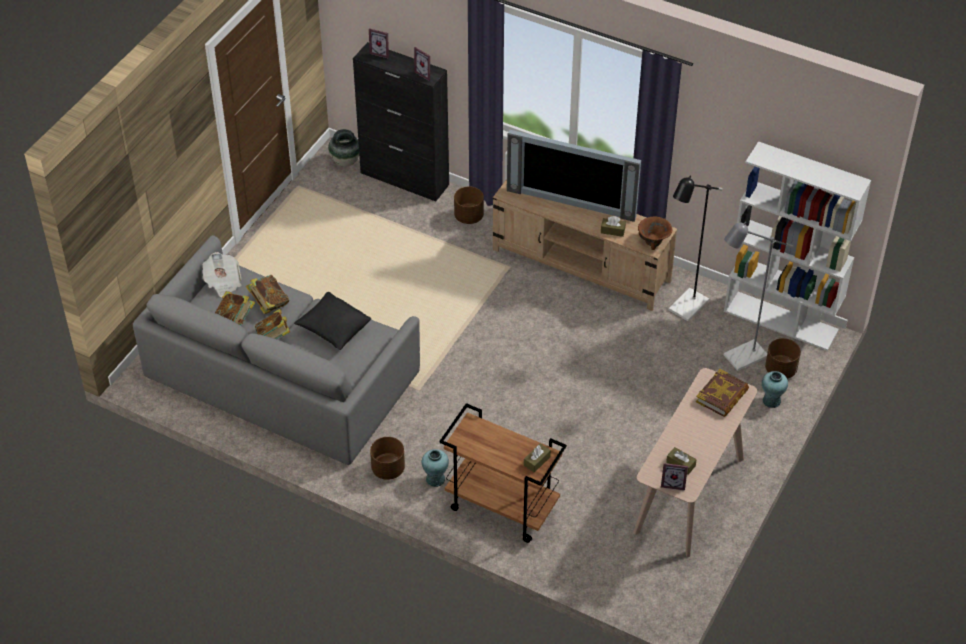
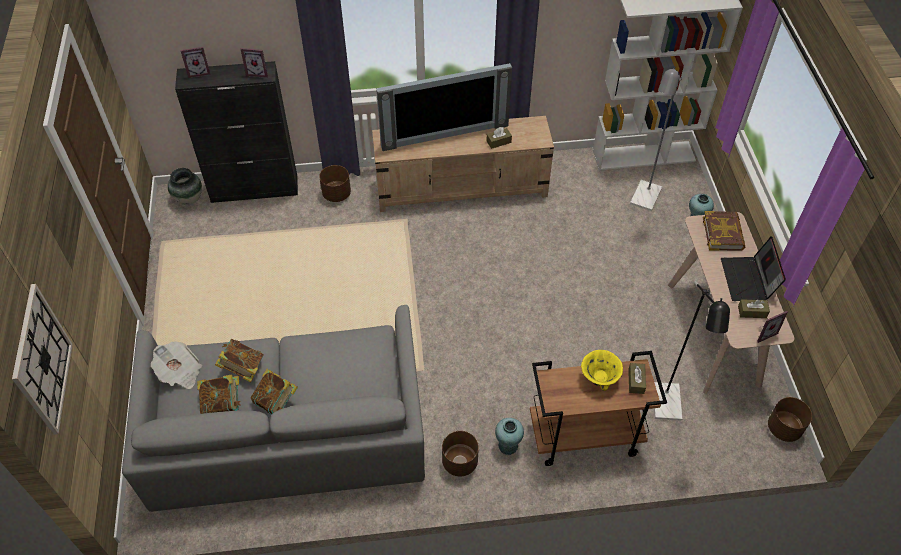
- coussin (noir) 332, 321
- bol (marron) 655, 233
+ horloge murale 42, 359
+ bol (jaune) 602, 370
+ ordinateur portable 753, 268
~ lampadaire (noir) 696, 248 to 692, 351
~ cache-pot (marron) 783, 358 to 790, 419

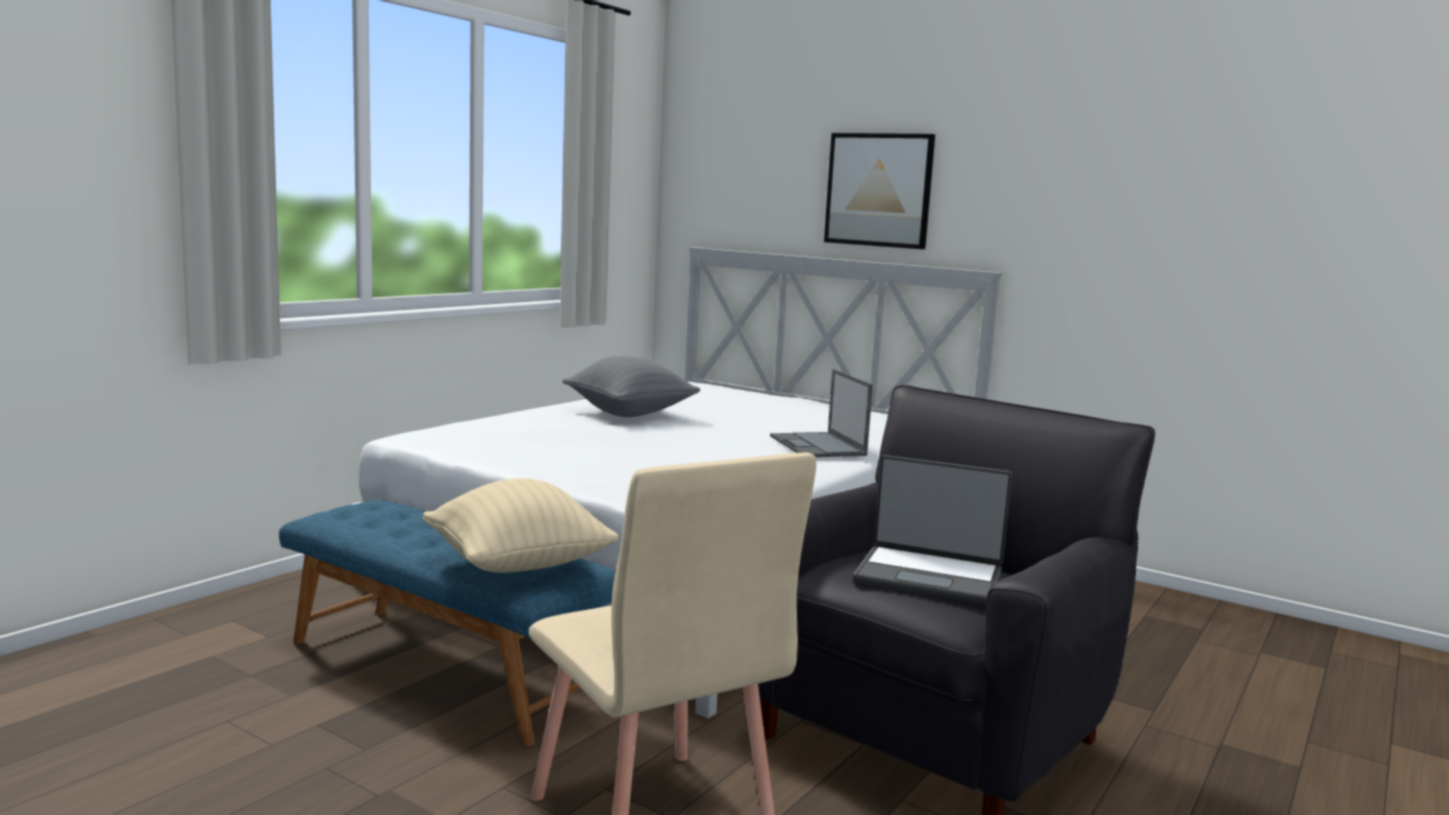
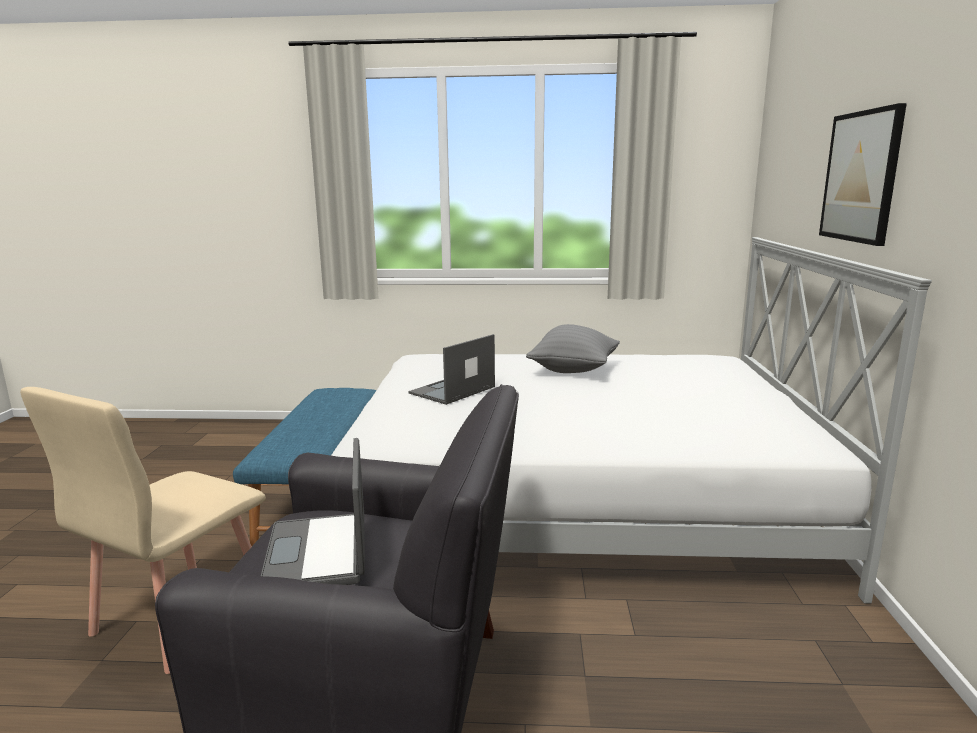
- coussin (beige) 520, 525
~ ordinateur portable 821, 413 to 451, 369

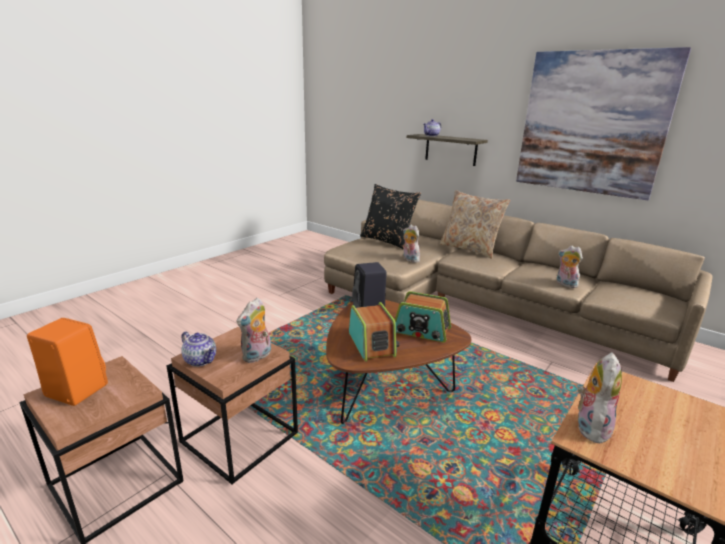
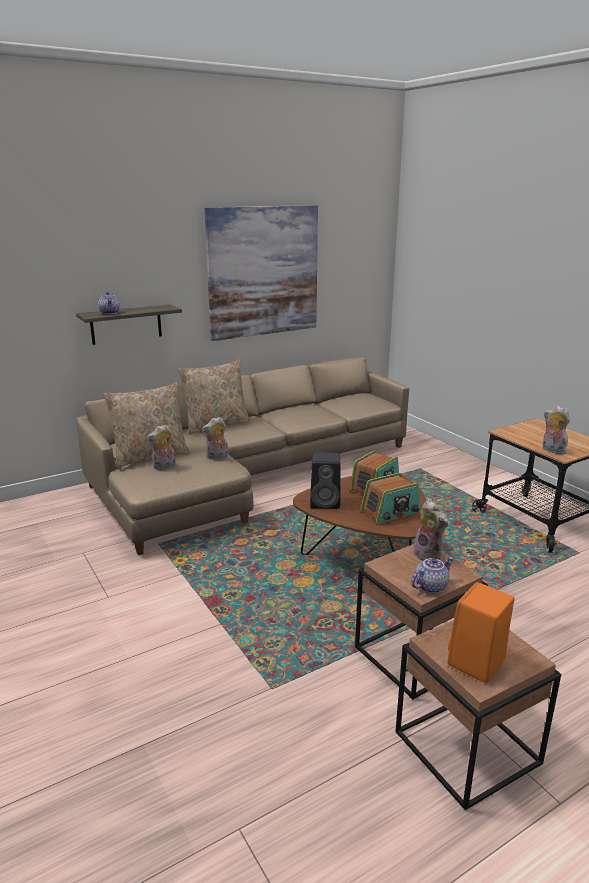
~ peluche 570, 267 to 161, 447
~ coussin (noir) 390, 217 to coussin (beige) 146, 425
~ radio 374, 332 = 390, 498 150 degrees clockwise

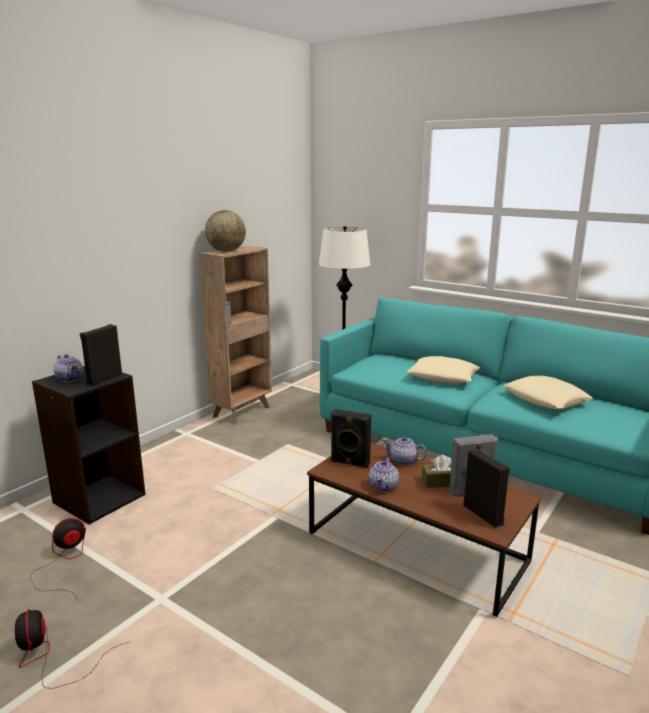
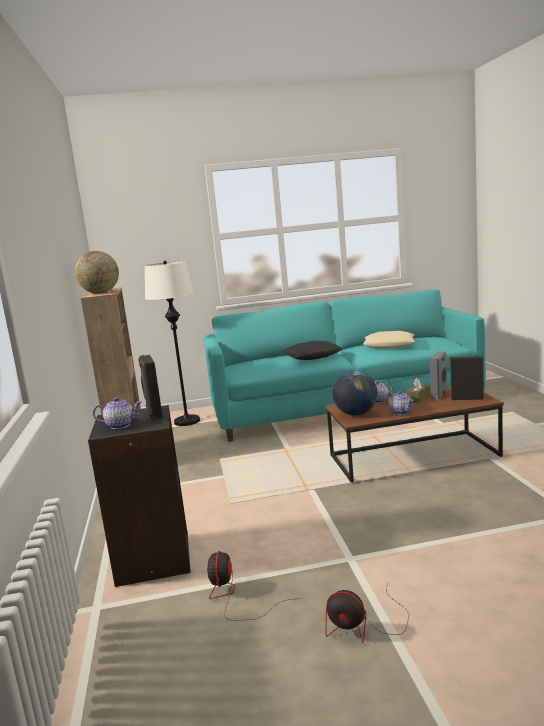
~ enceinte (noir) 351, 438 to globe 355, 393
~ coussin (beige) 443, 370 to coussin (noir) 312, 350

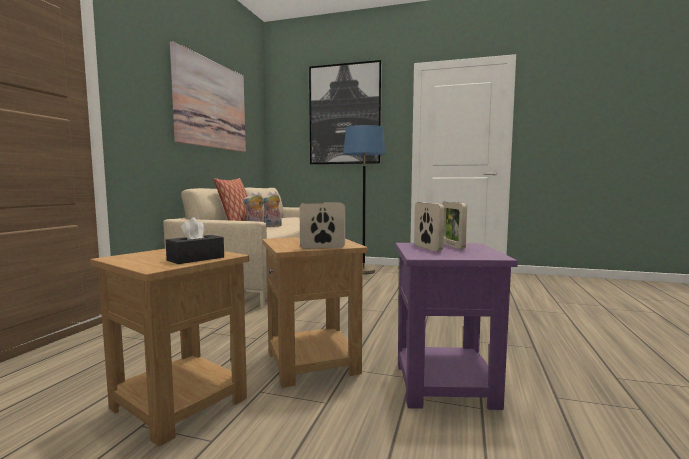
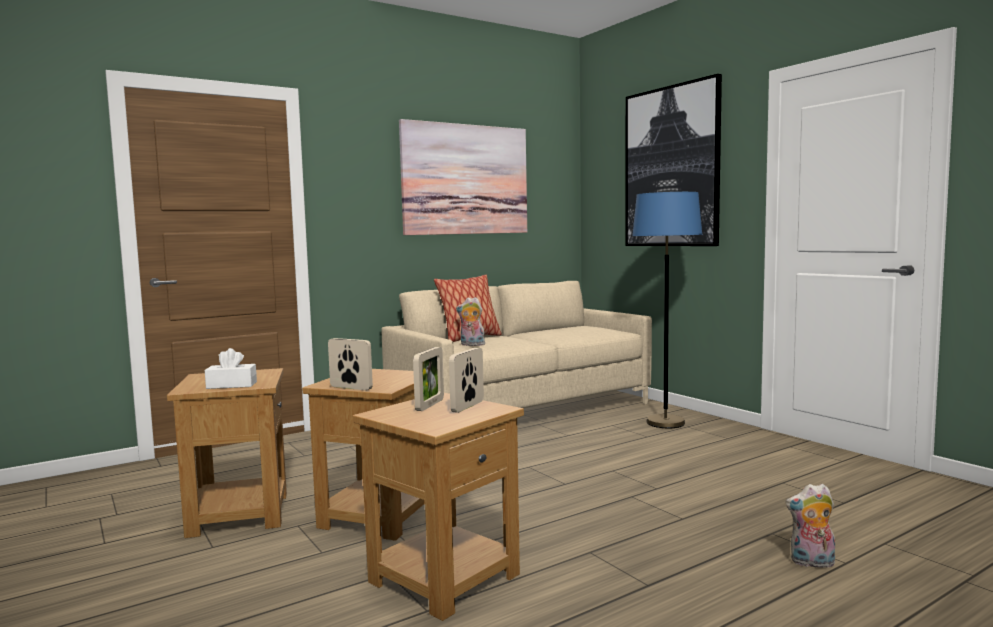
~ peluche 272, 209 to 810, 526
~ boîte à mouchoirs (noir) 195, 240 to boîte à mouchoirs (blanc) 231, 368
~ table d'appoint (violet) 456, 326 to table d'appoint (marron) 438, 507

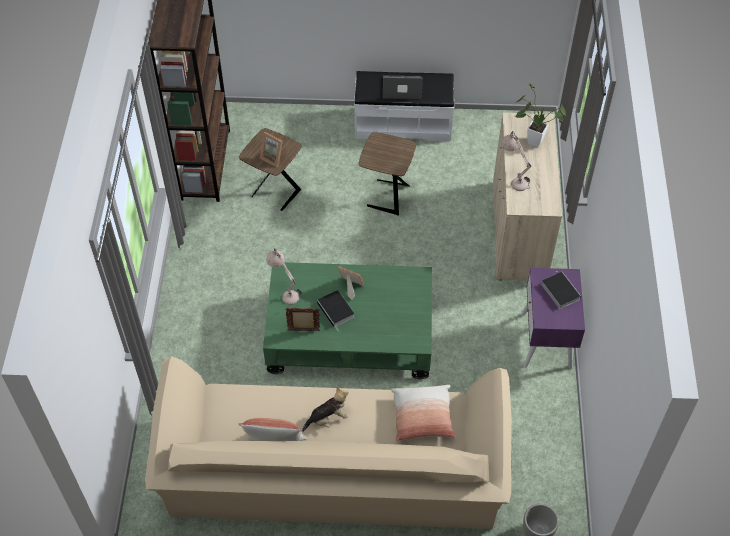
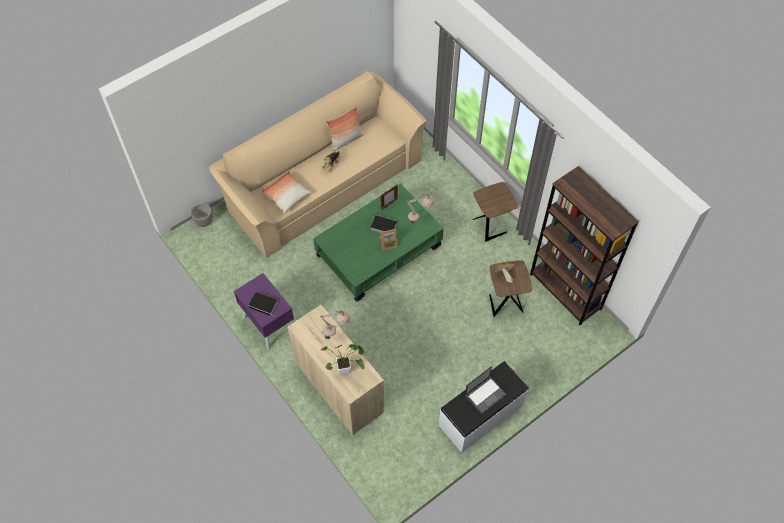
~ table d'appoint (marron) 387, 174 to 495, 212

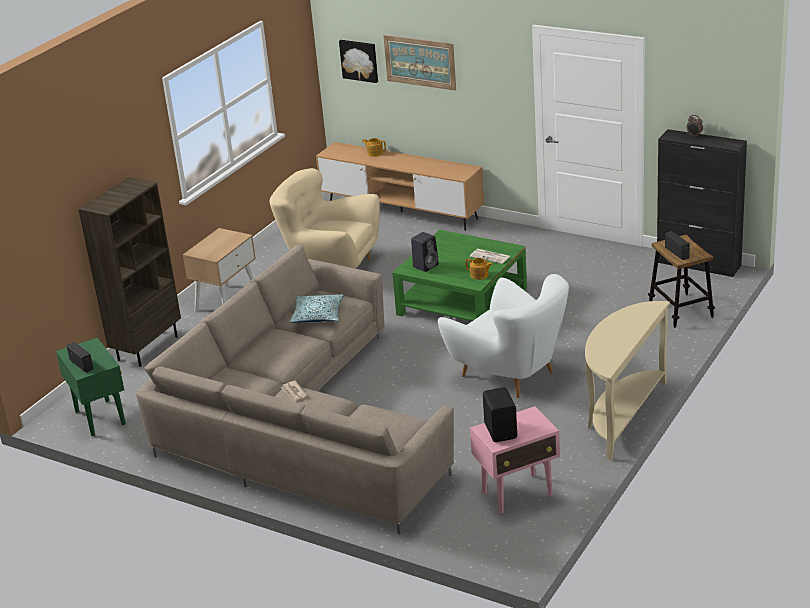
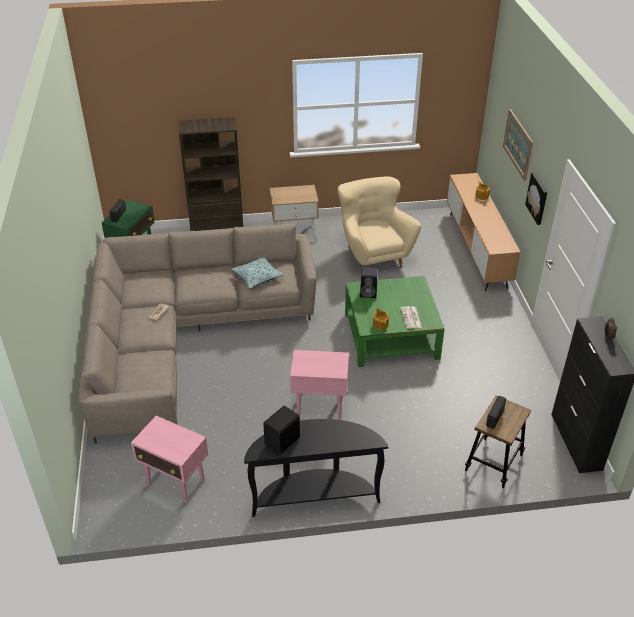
~ tableau 358, 61 to 536, 198
~ enceinte (noir) 500, 414 to 281, 430
~ fauteuil (blanc) 503, 336 to table d'appoint (rose) 319, 384
~ table console (beige) 627, 380 to table console (noir) 316, 468

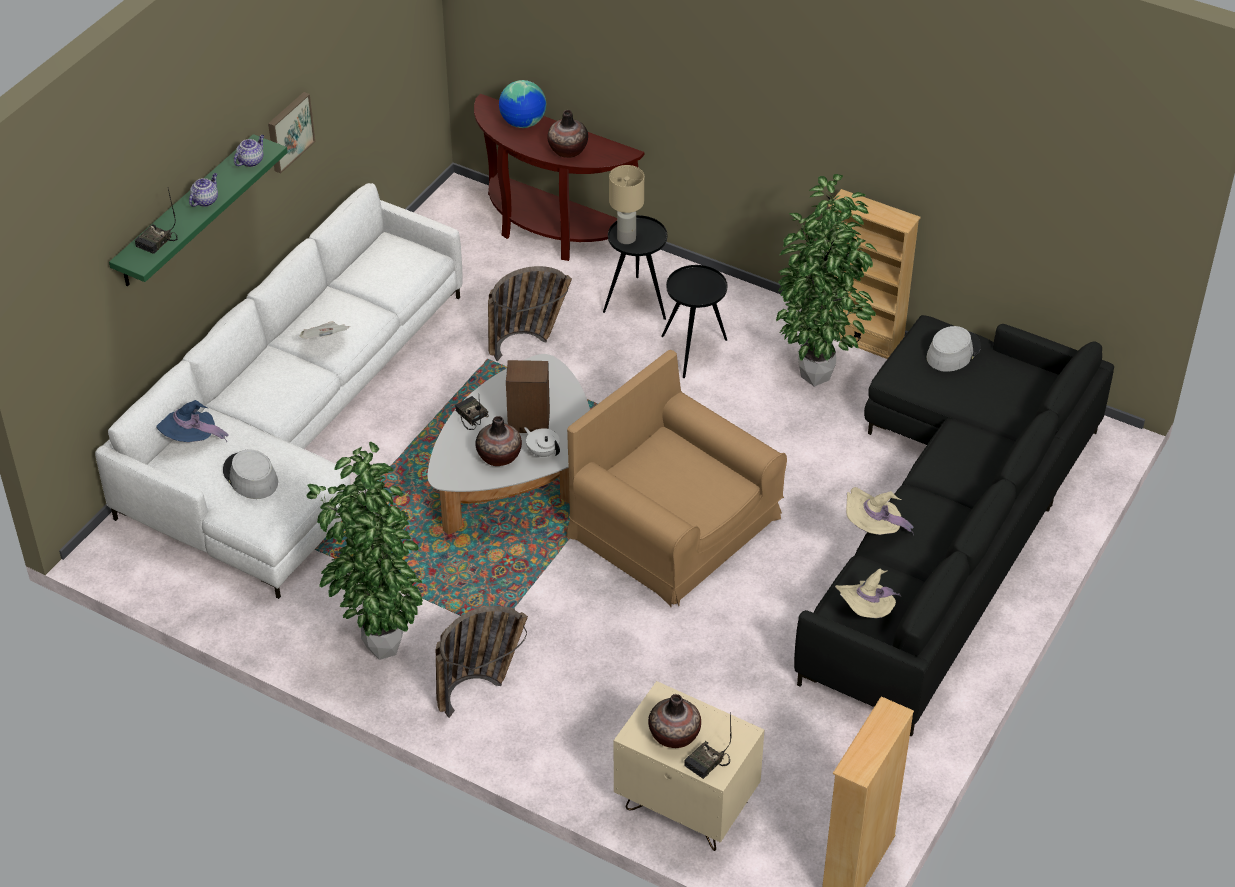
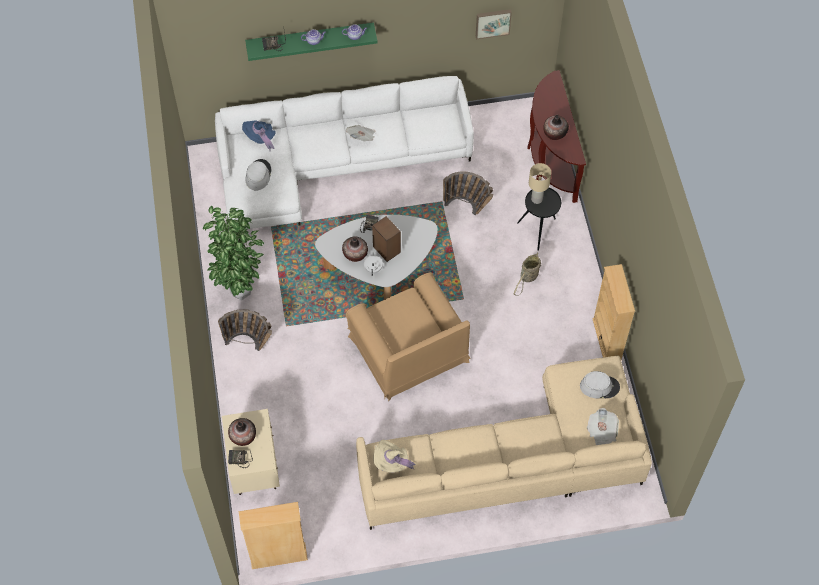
- globe 522, 104
- plante en pot 826, 280
- chapeau (beige) 880, 511
+ journal 603, 426
~ tableau 291, 133 to 494, 24
~ table d'appoint (noir) 694, 321 to panier 527, 274
~ canapé (noir) 954, 526 to canapé (beige) 504, 443
~ fauteuil (marron) 676, 478 = 408, 336 150 degrees clockwise

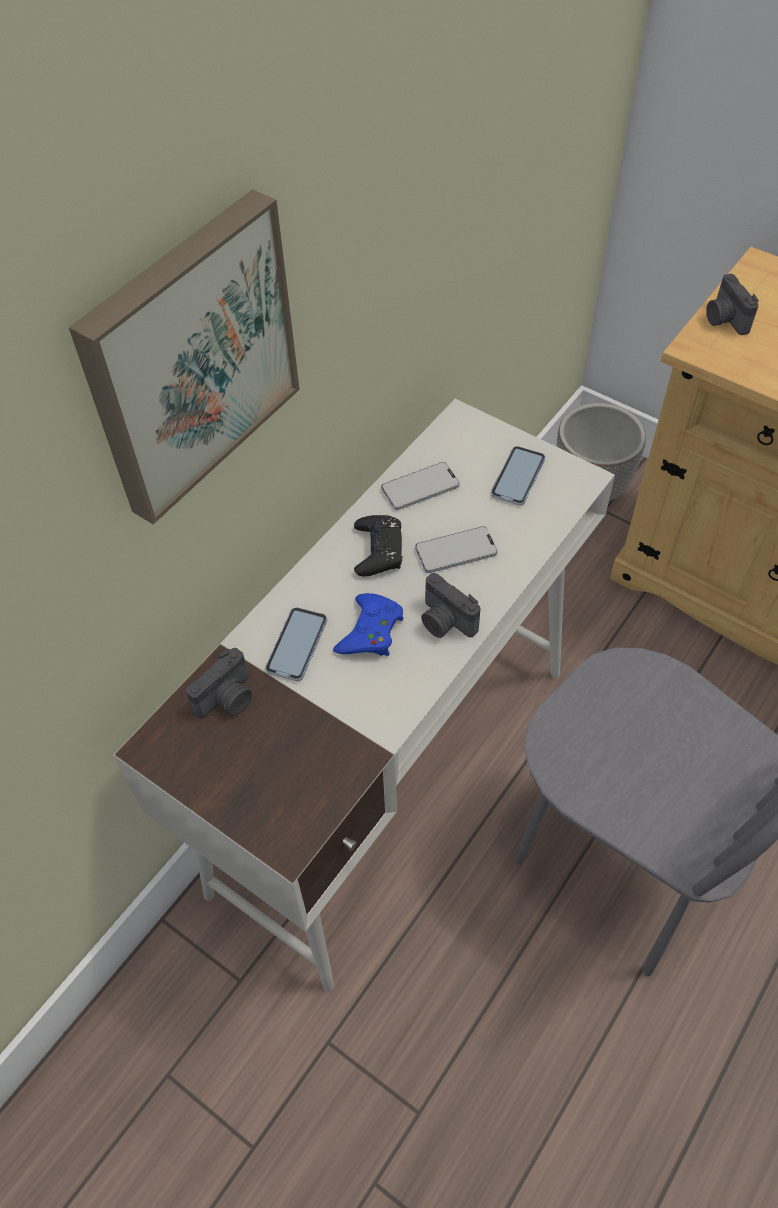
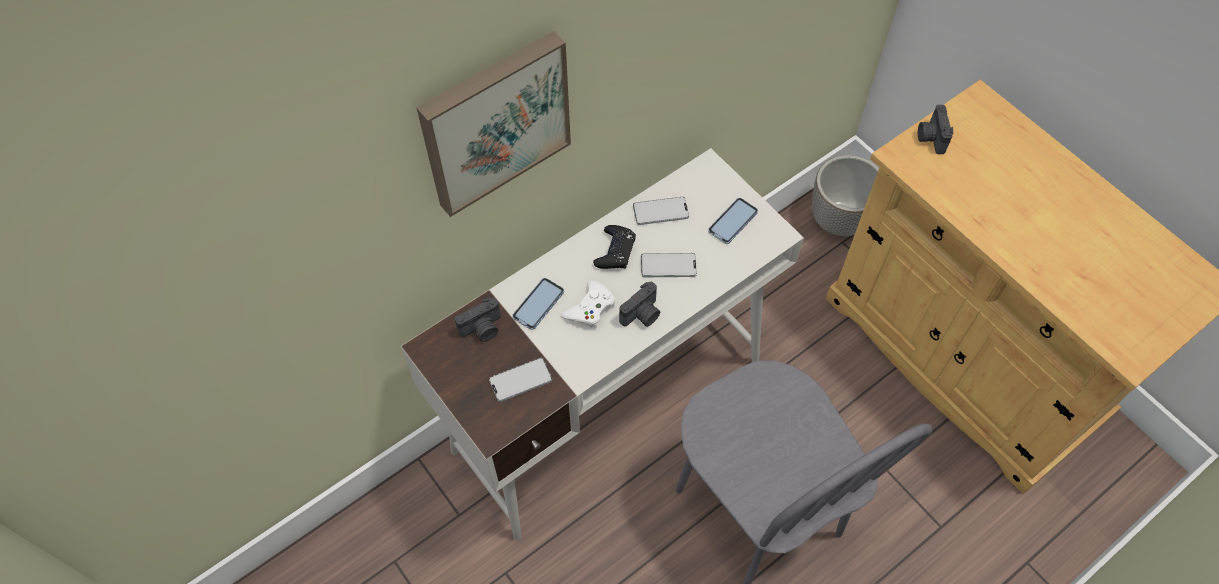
+ téléphone 520, 380
~ manette (bleu) 368, 624 to manette (blanc) 588, 304
~ appareil photo 451, 605 = 639, 304 105 degrees counterclockwise

